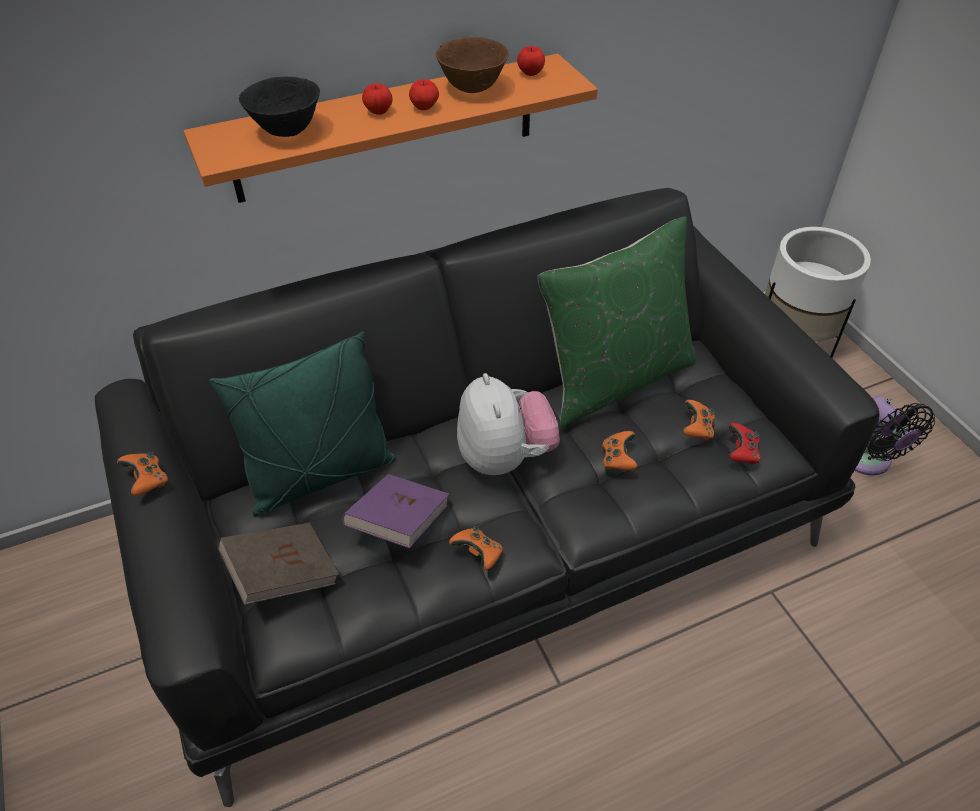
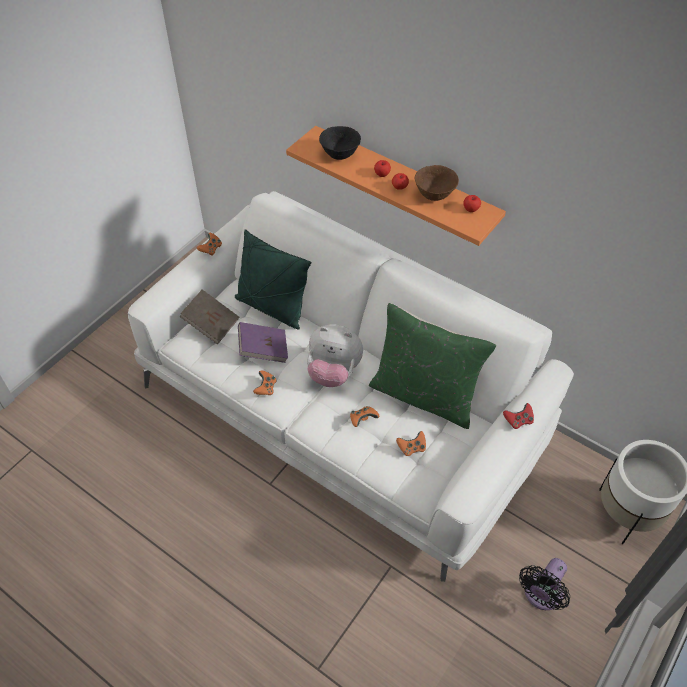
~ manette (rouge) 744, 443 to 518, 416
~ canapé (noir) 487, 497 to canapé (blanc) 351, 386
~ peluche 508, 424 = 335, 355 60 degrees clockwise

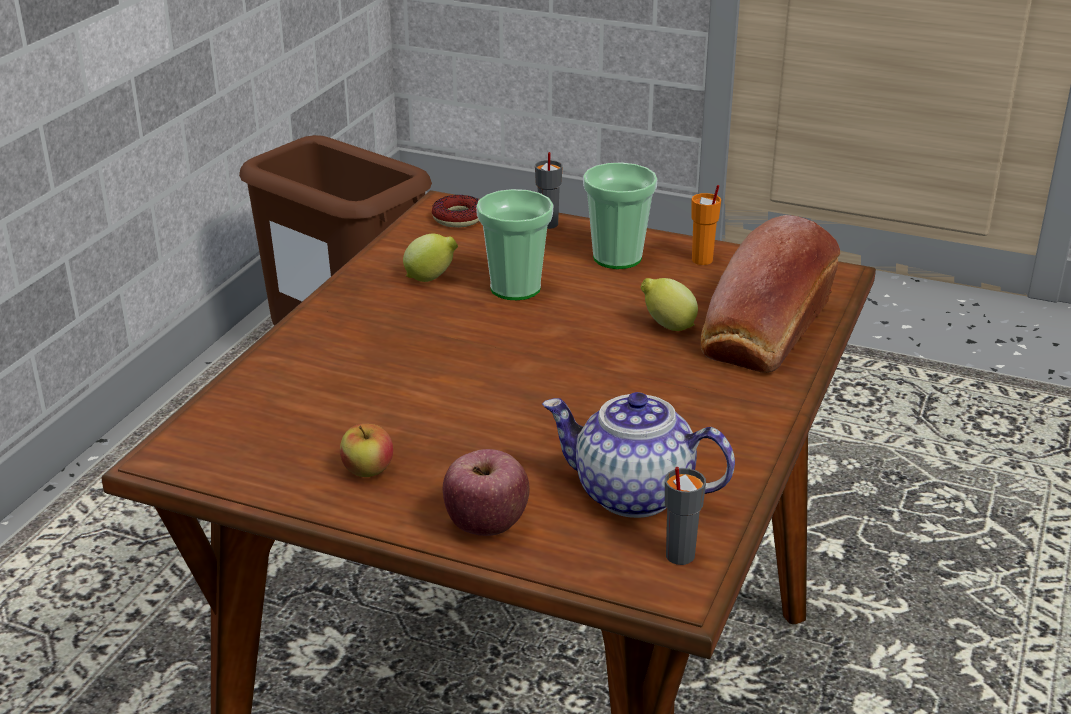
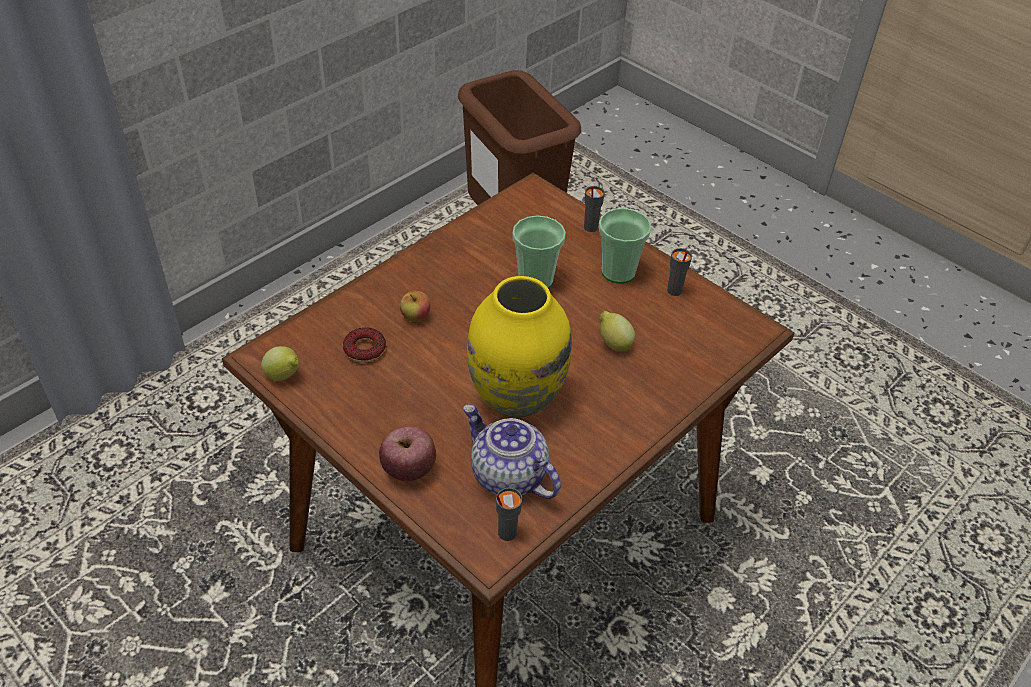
- pain 770, 294
+ vase (jaune) 519, 346
~ pomme 366, 450 to 415, 306
~ citron 430, 258 to 280, 363
~ beignet 455, 211 to 364, 345
~ tasse (orange) 706, 225 to tasse (gris) 679, 272

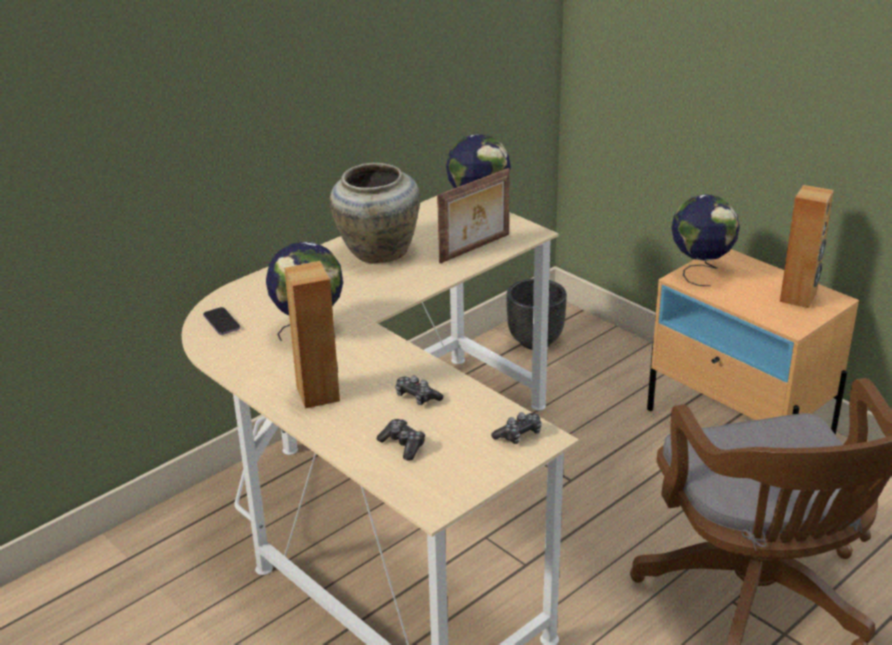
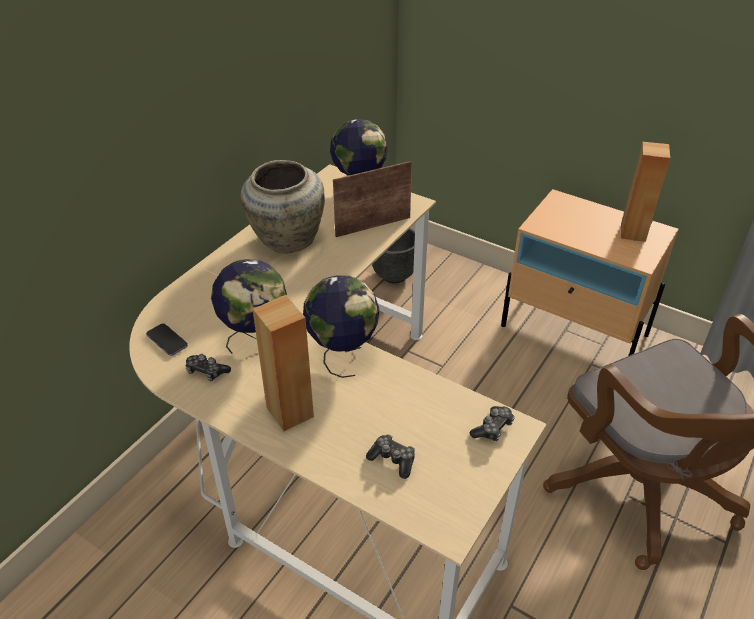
~ manette 419, 390 to 208, 367
~ globe 706, 240 to 341, 326
~ cadre photo 473, 216 = 372, 199 150 degrees counterclockwise

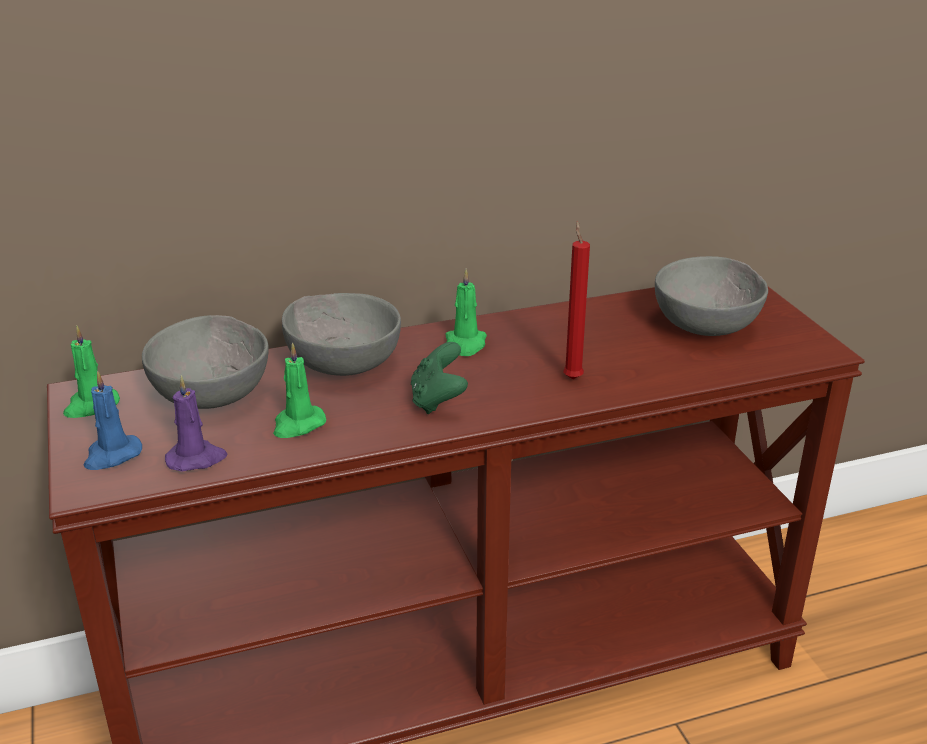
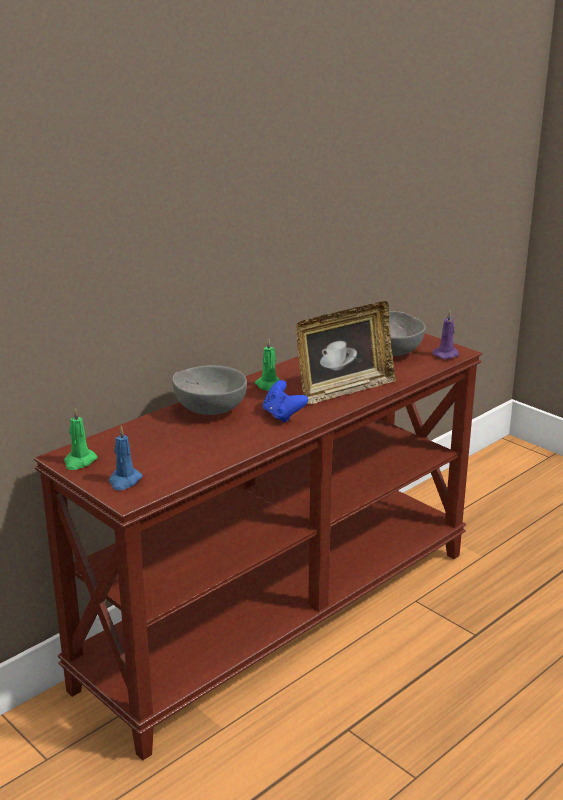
- bol (gris) 205, 362
- bougie (vert) 299, 390
~ bougie (violet) 196, 423 to 446, 334
~ bougie (rouge) 576, 300 to cadre photo 346, 352
~ manette (vert) 439, 378 to manette (bleu) 285, 401

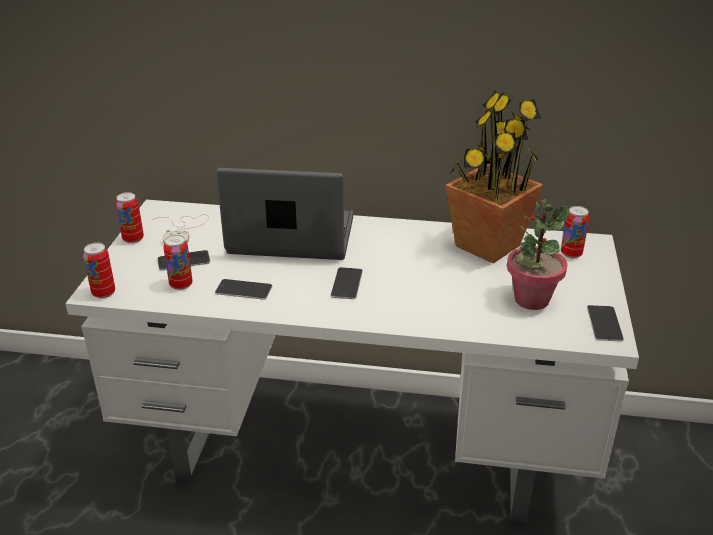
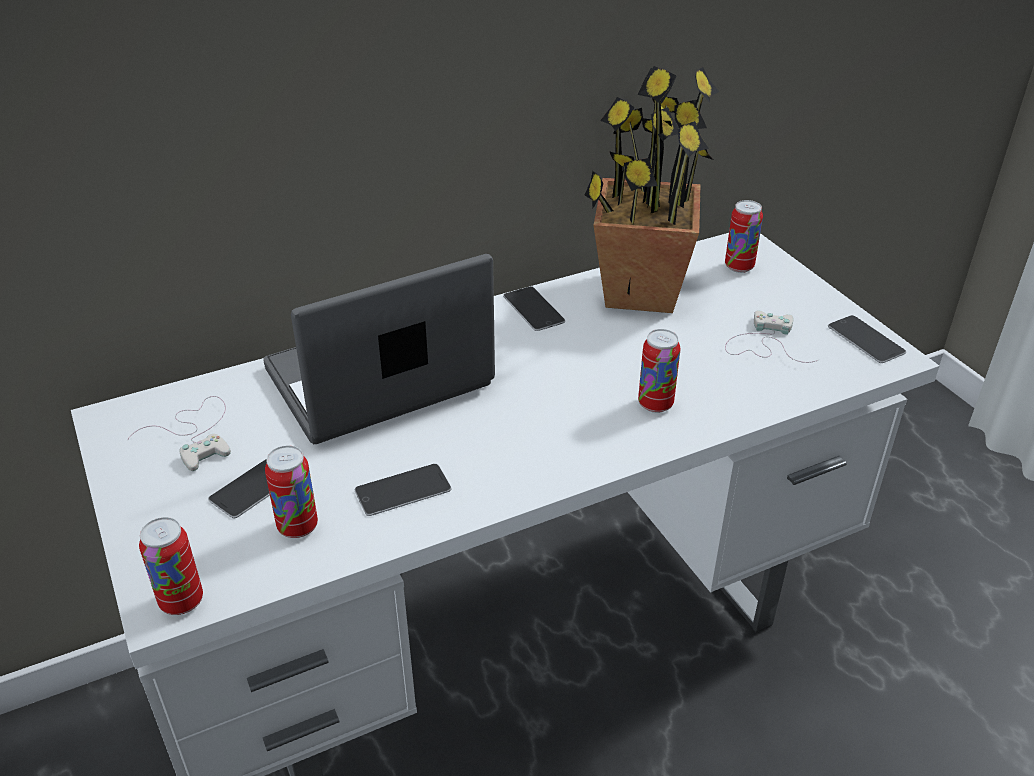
~ boîte métallique 130, 218 to 659, 371
~ téléphone 347, 283 to 534, 308
~ plante en pot 538, 254 to manette (blanc) 771, 336

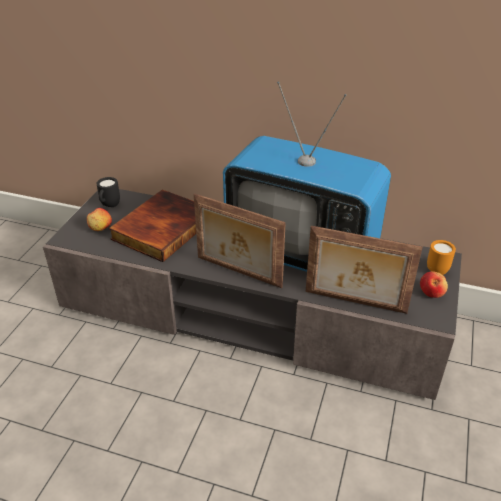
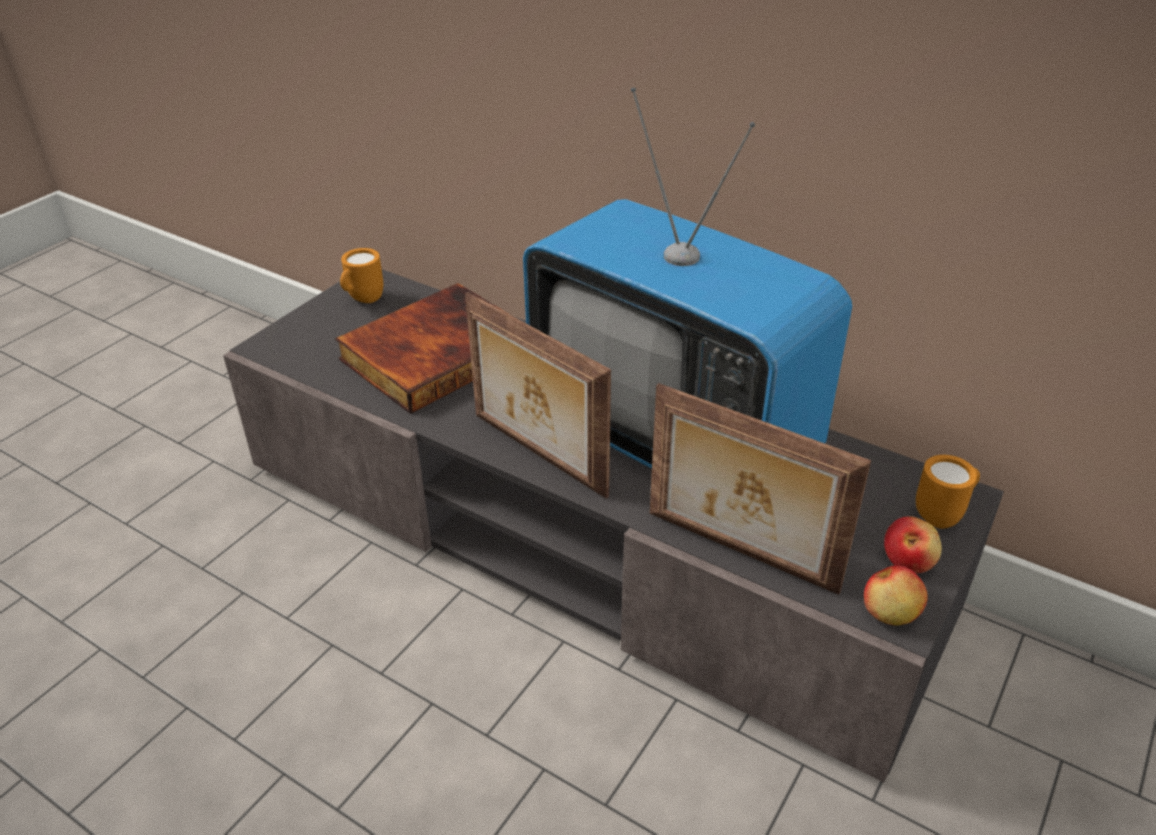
~ pomme 99, 219 to 896, 595
~ mug (noir) 108, 192 to mug (orange) 361, 275

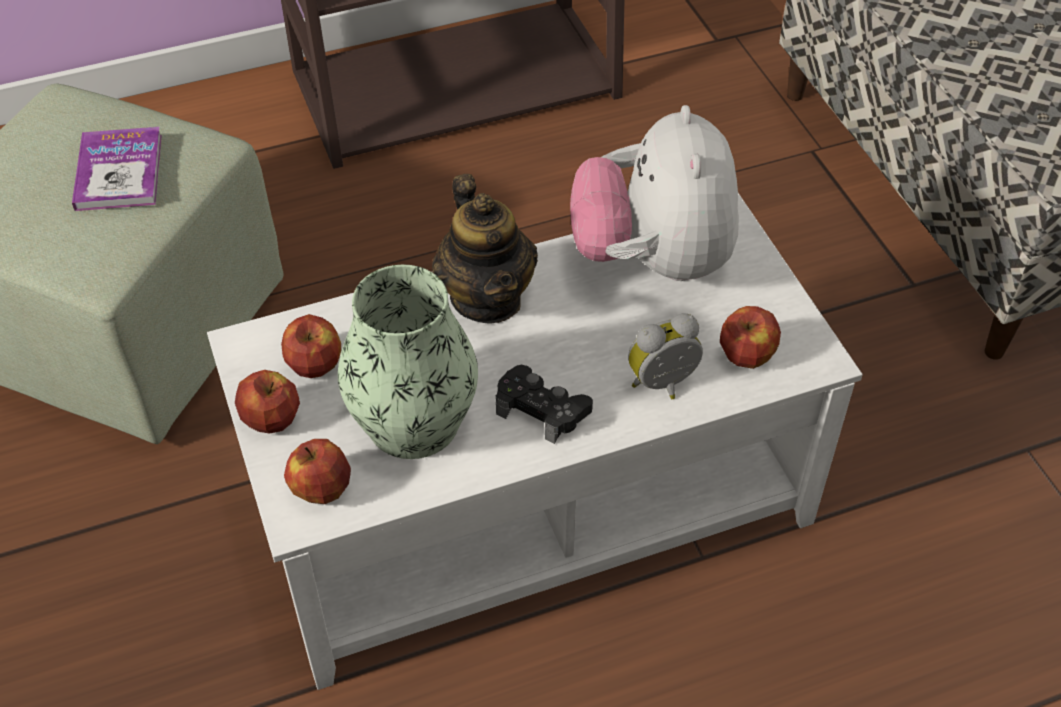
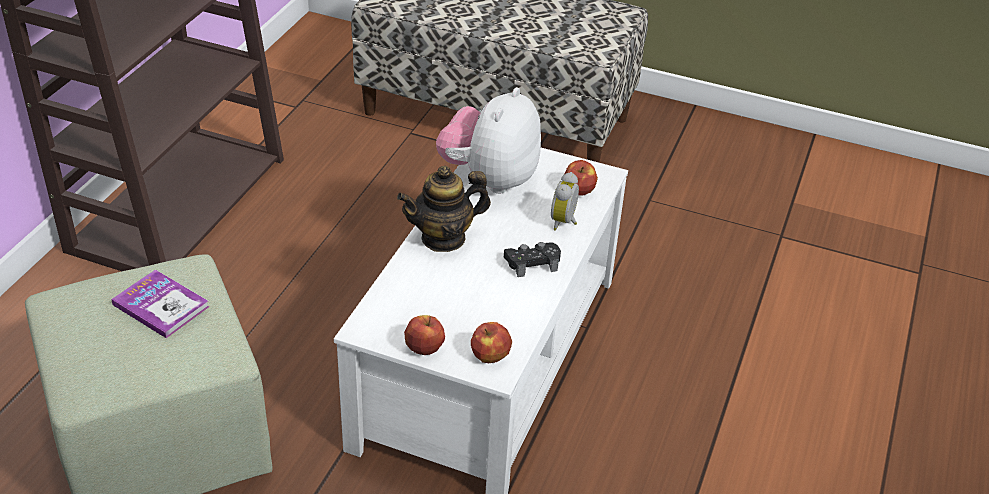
- pomme 311, 346
- vase 408, 361
~ théière 485, 249 = 444, 209 135 degrees clockwise
~ peluche 654, 193 = 488, 140 75 degrees clockwise

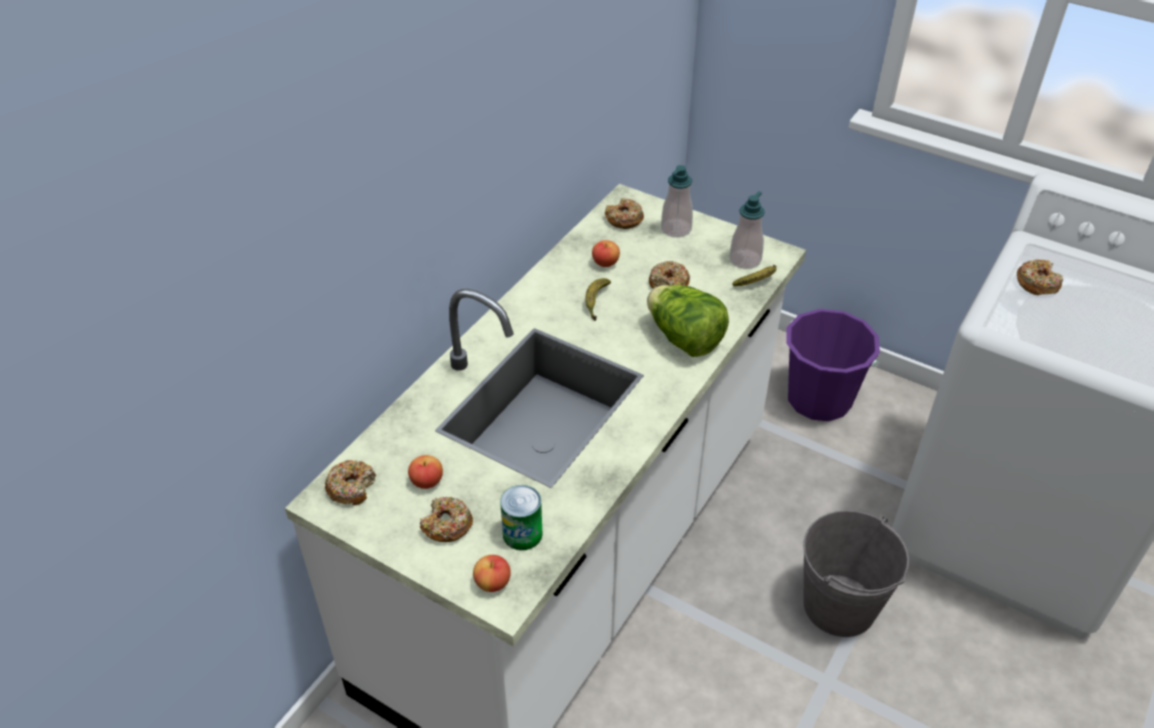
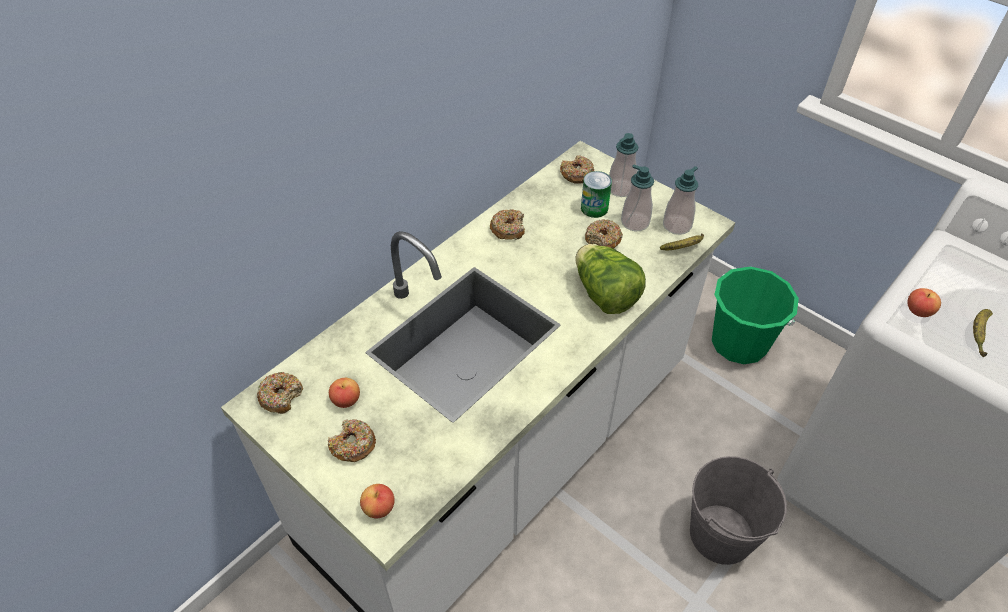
+ distributeur de savon 637, 198
~ boîte métallique 521, 517 to 596, 194
~ banane 598, 299 to 983, 333
~ pomme 606, 253 to 924, 302
~ beignet 1040, 277 to 507, 224
~ seau (violet) 833, 365 to seau (vert) 755, 315

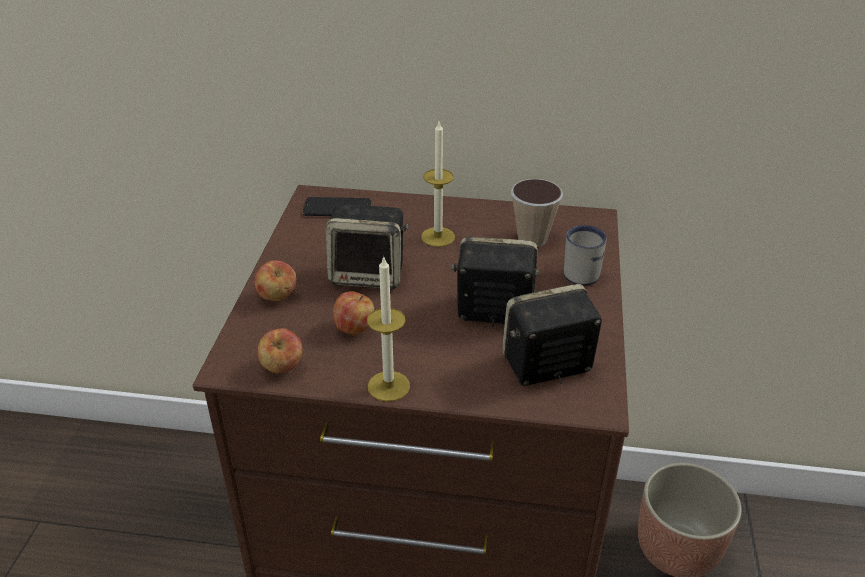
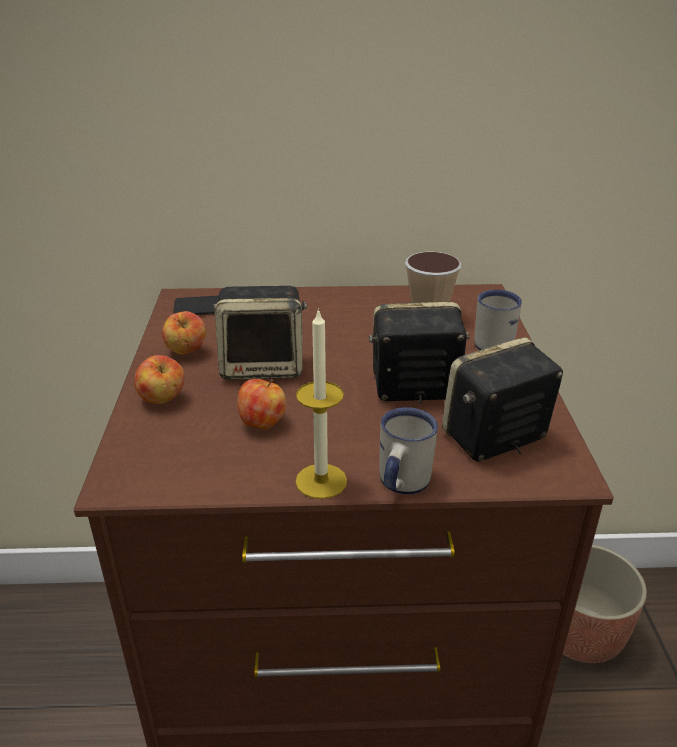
- bougie 438, 184
+ mug (blanc) 408, 450
~ pomme 280, 350 to 184, 332

